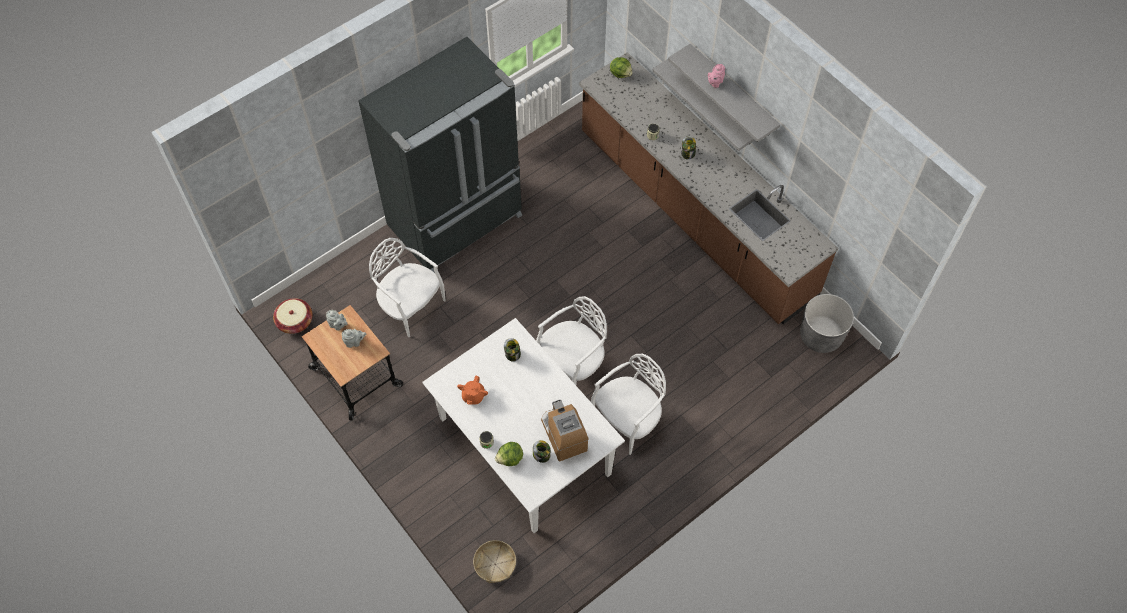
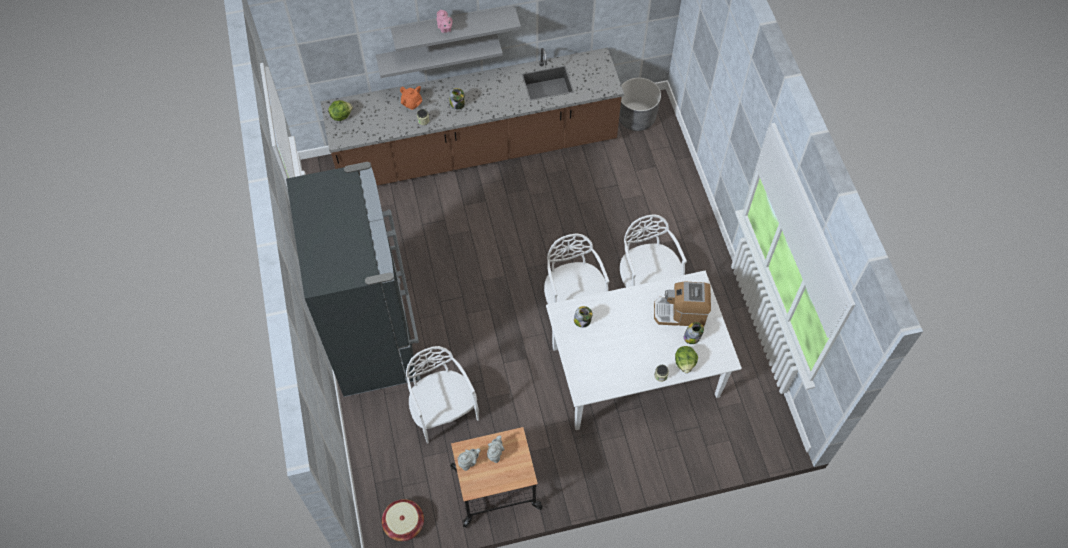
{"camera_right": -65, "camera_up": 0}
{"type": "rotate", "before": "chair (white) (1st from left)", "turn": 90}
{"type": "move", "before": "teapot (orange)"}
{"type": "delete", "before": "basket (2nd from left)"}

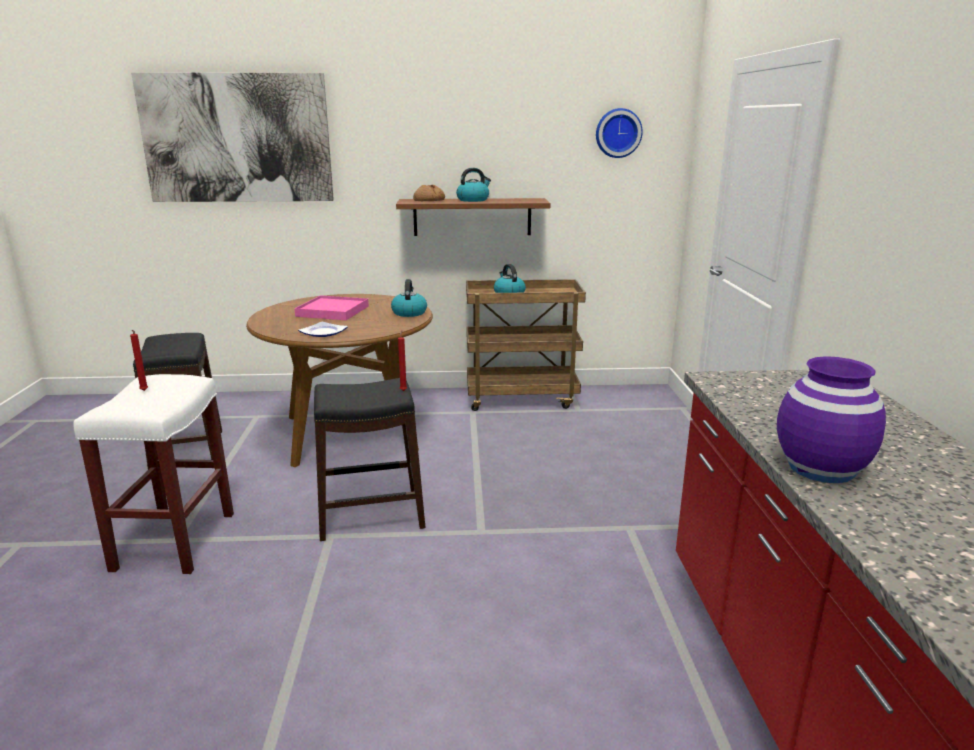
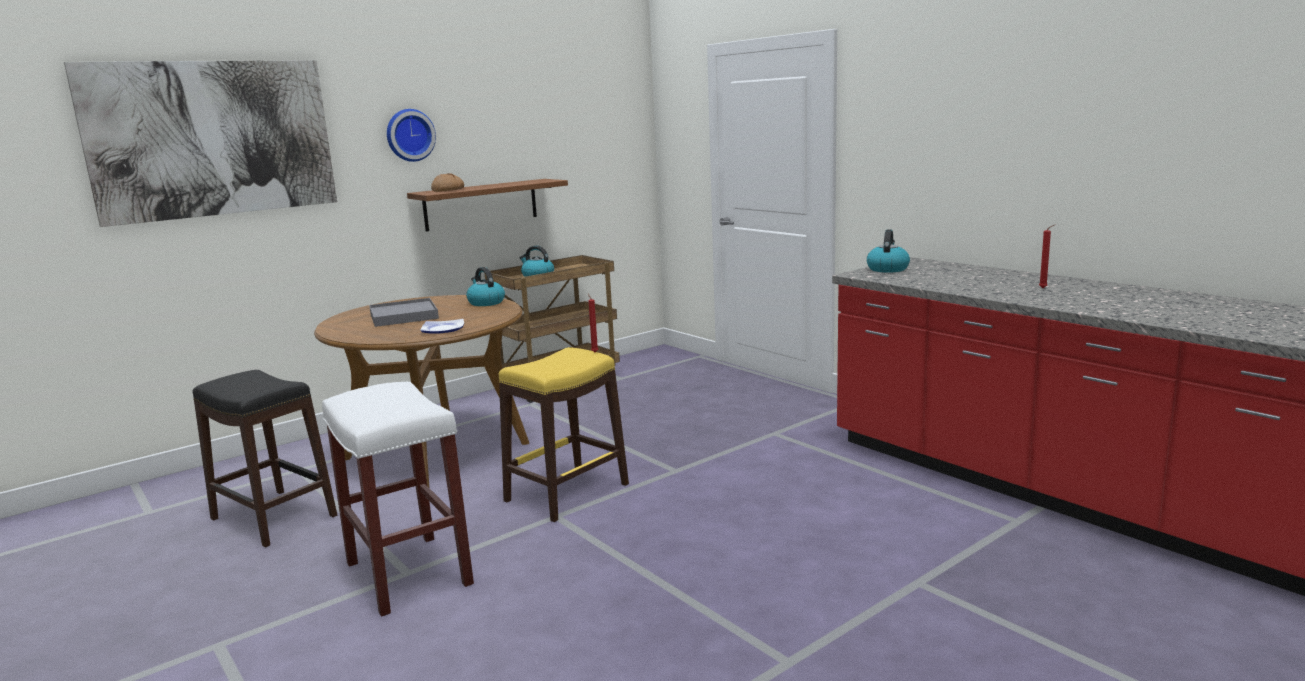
{"camera_right": -35, "camera_up": -5}
{"type": "move", "before": "wall clock"}
{"type": "move", "before": "kettle (2nd from left in the first image)", "after": "kettle (3rd from left)"}
{"type": "recolor", "before": "tray (pink)", "after": "tray (grey)"}
{"type": "move", "before": "candle (red) (1st from left in the first image)", "after": "candle (red) (2nd from left)"}
{"type": "delete", "before": "vase (purple)"}
{"type": "recolor", "before": "stool (black) (2nd from left)", "after": "stool (yellow)"}

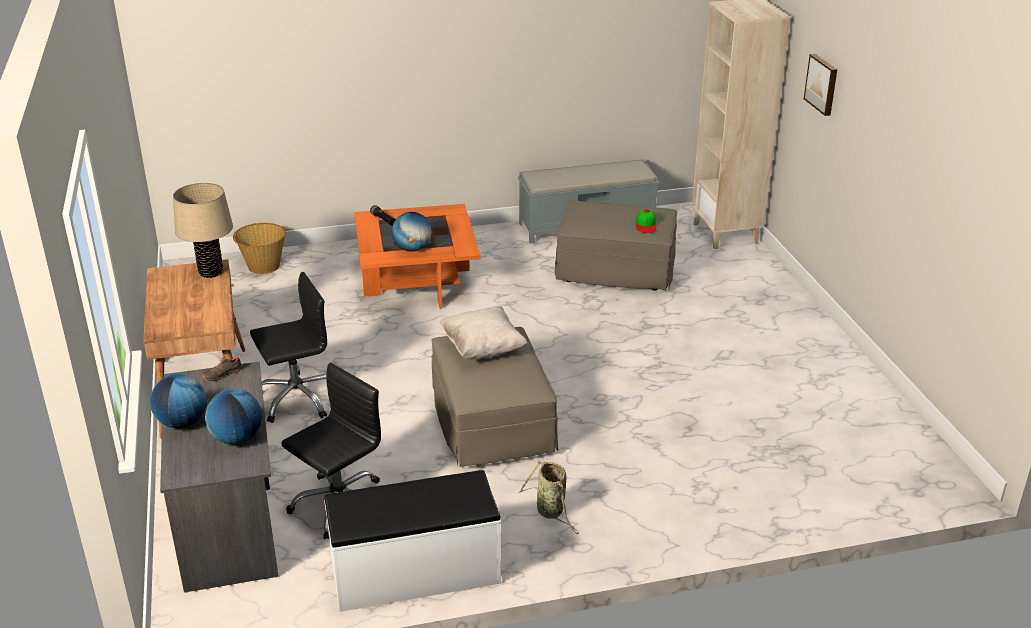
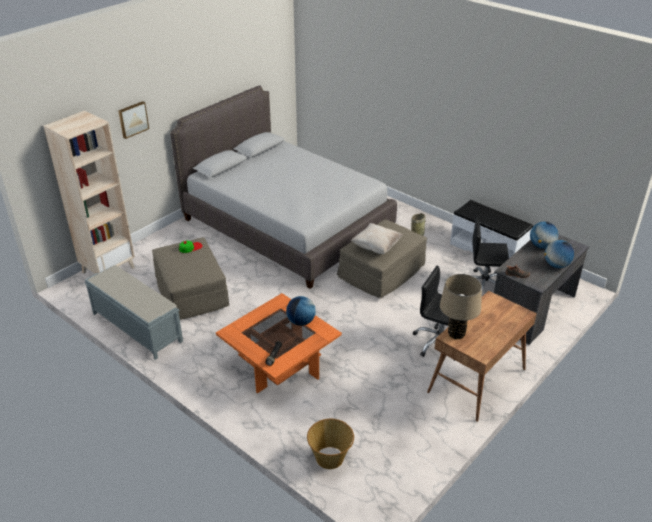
{"camera_right": -125, "camera_up": 5}
{"type": "insert", "after": "bed (grey)"}

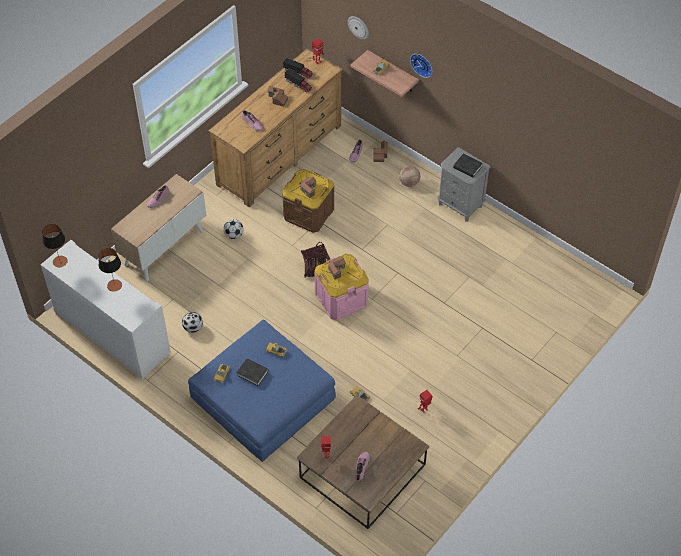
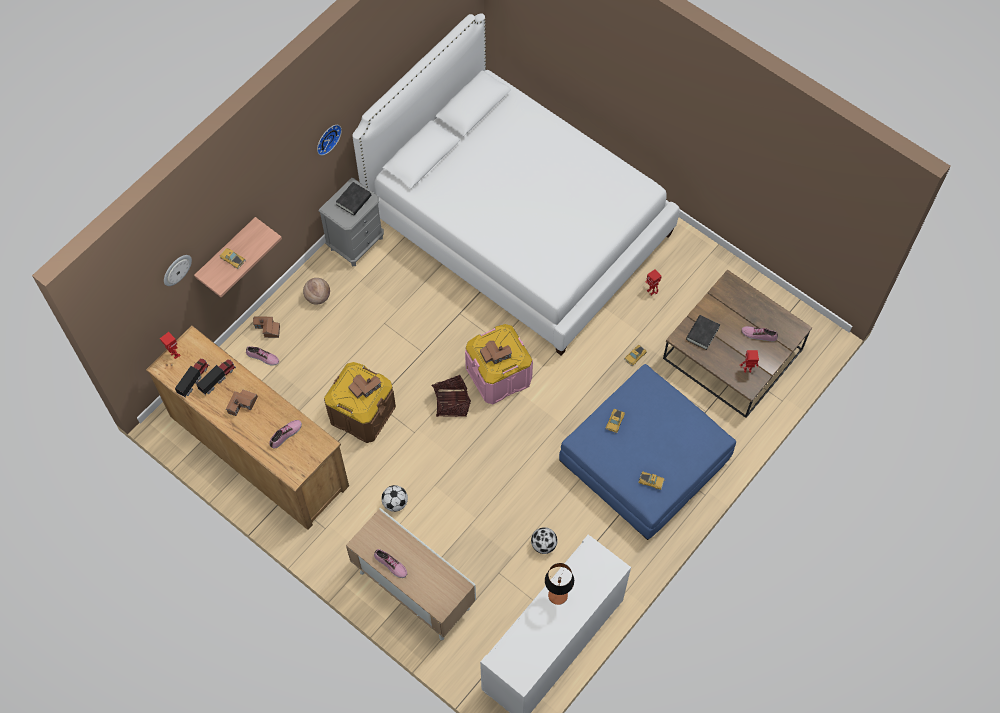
{"camera_right": -90, "camera_up": 10}
{"type": "move", "before": "wall clock (2nd from left)"}
{"type": "delete", "before": "table lamp (1st from left)"}
{"type": "move", "before": "book (black) (1st from left in the first image)", "after": "book (black) (2nd from left)"}
{"type": "insert", "after": "bed (white)"}

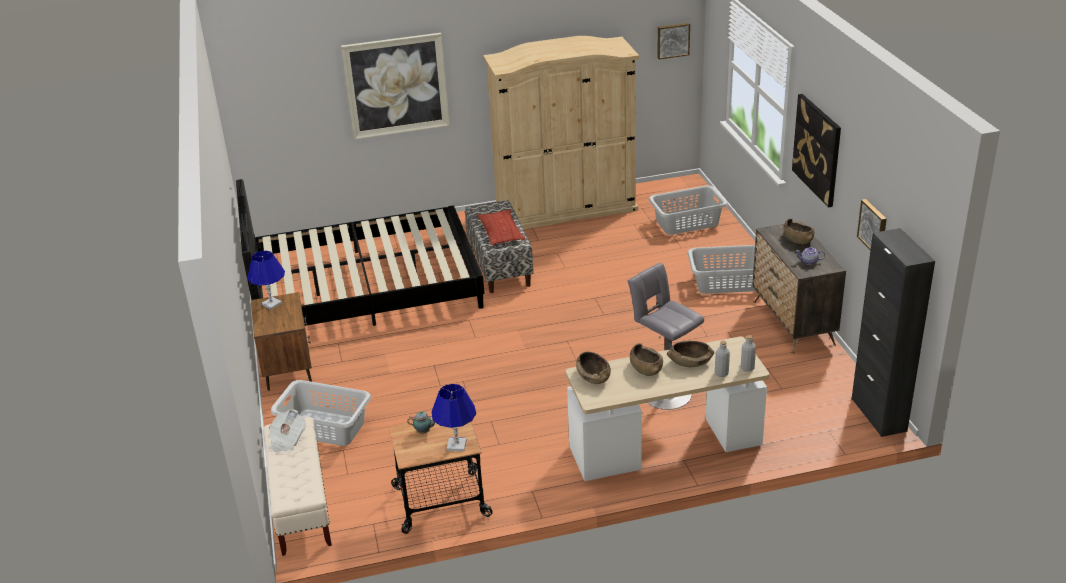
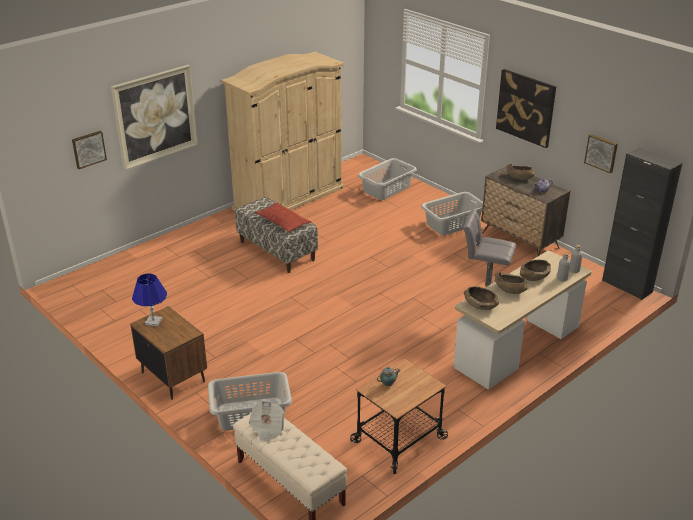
{"camera_right": -30, "camera_up": 0}
{"type": "move", "before": "picture (2nd from left in the first image)", "after": "picture (1st from left)"}
{"type": "delete", "before": "bed (black)"}
{"type": "delete", "before": "table lamp (blue) (2nd from left)"}

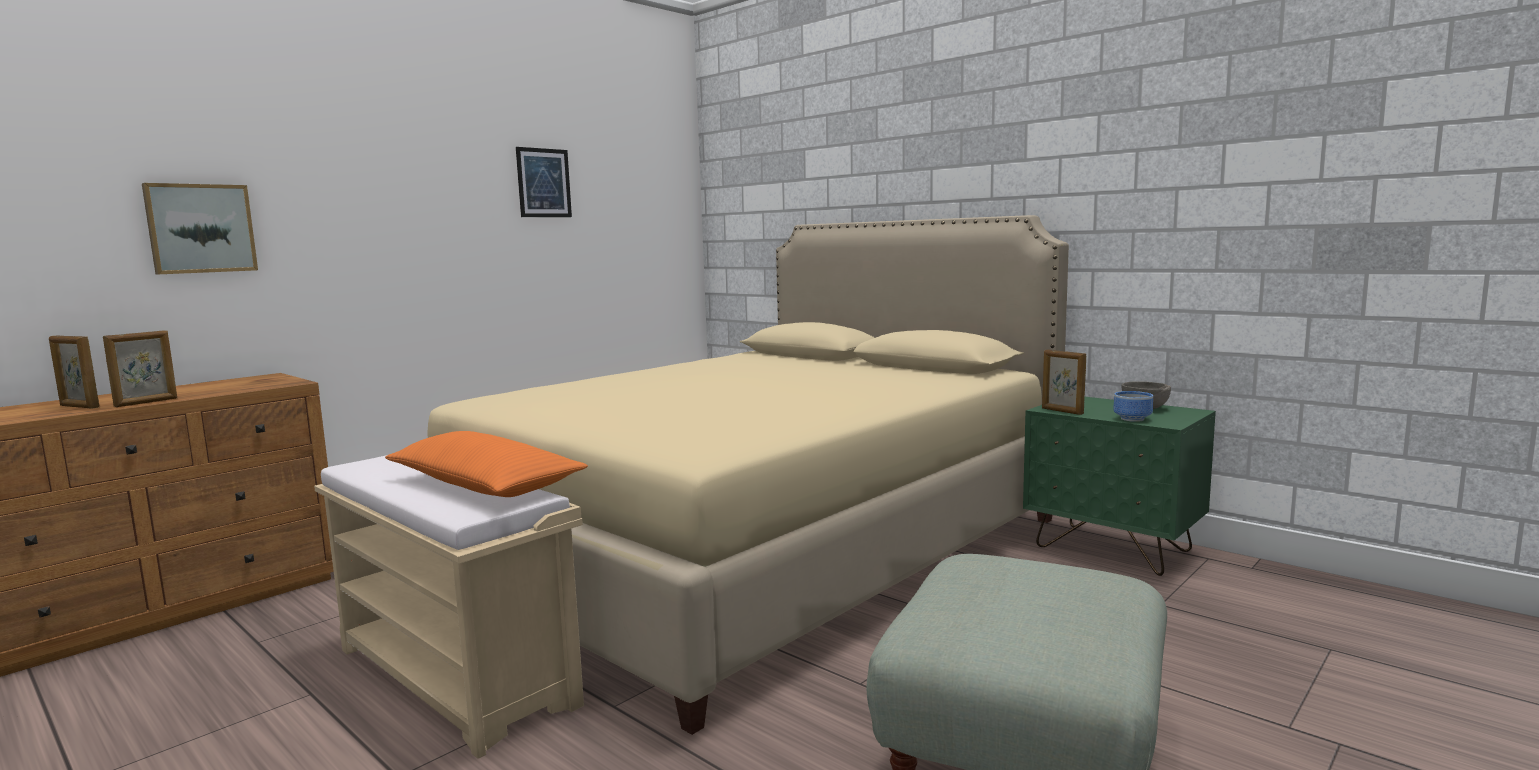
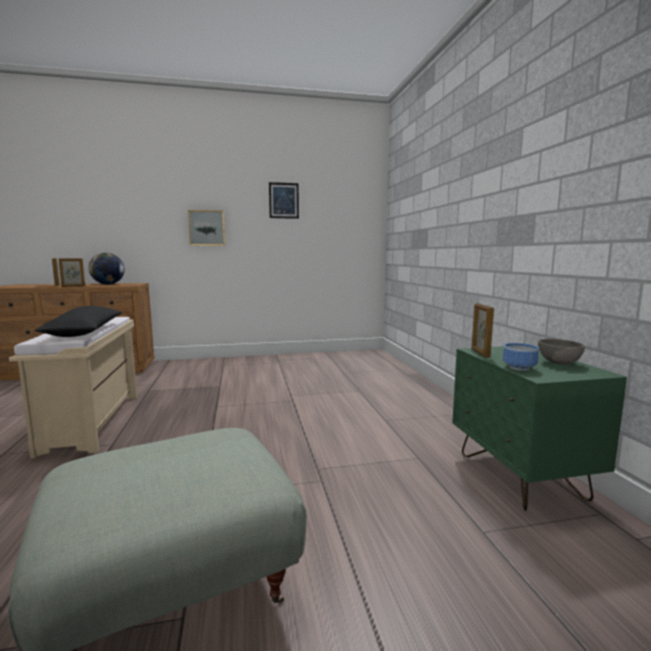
{"camera_right": 35, "camera_up": 0}
{"type": "move", "before": "picture (1st from left)"}
{"type": "delete", "before": "bed (beige)"}
{"type": "recolor", "before": "pillow (orange)", "after": "pillow (black)"}
{"type": "insert", "after": "globe"}

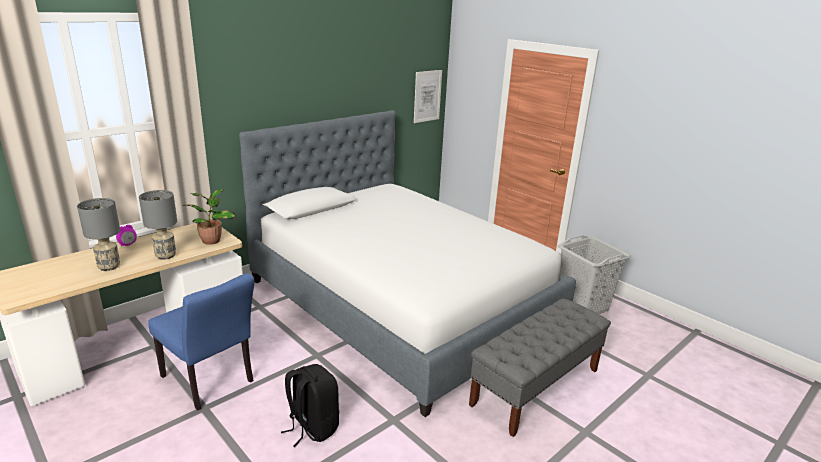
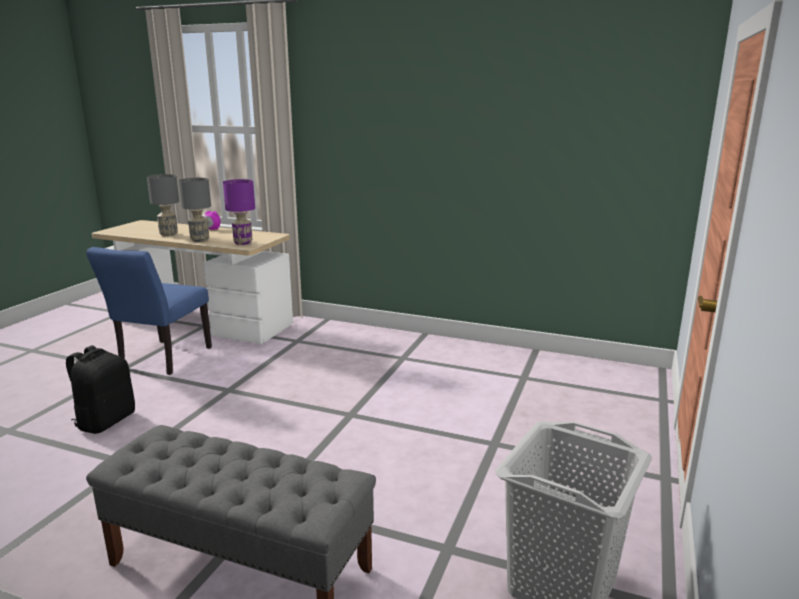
{"camera_right": 65, "camera_up": -5}
{"type": "delete", "before": "picture"}
{"type": "delete", "before": "bed"}
{"type": "replace", "before": "potted plant", "after": "table lamp (purple)"}

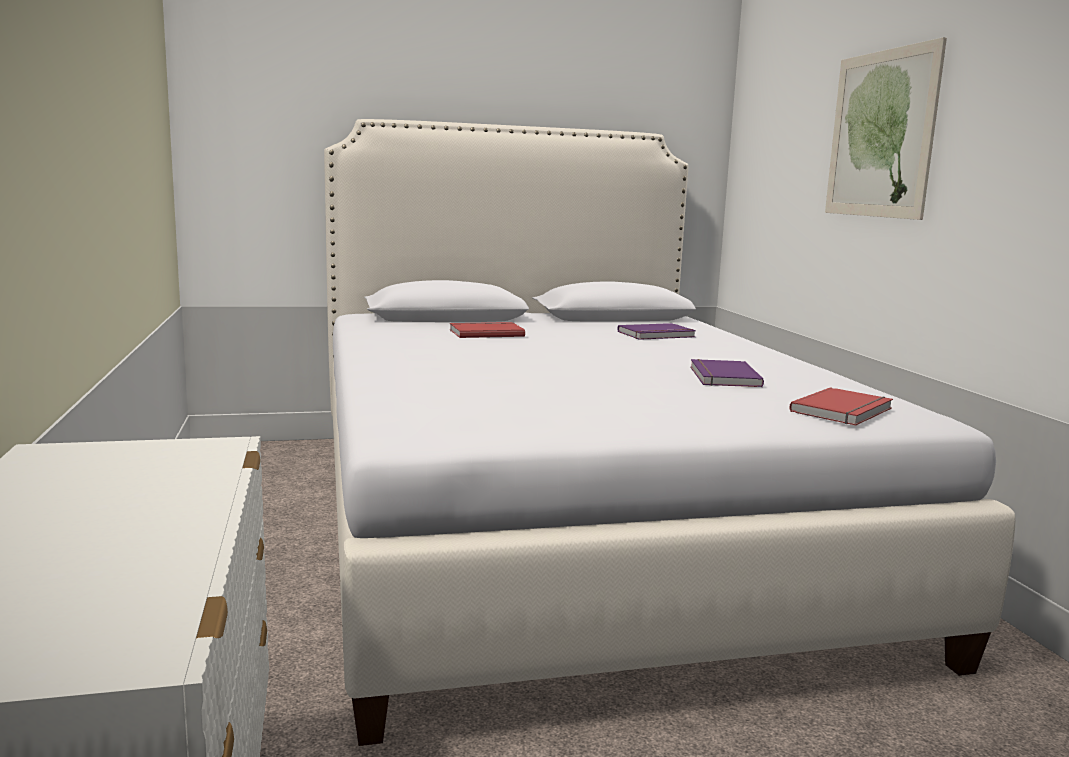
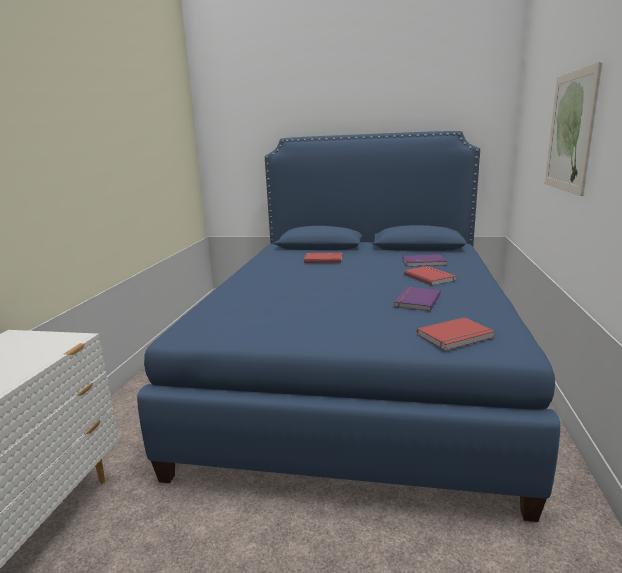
{"camera_right": 25, "camera_up": 5}
{"type": "recolor", "before": "bed (white)", "after": "bed (blue)"}
{"type": "insert", "after": "book (red) (2nd from left)"}

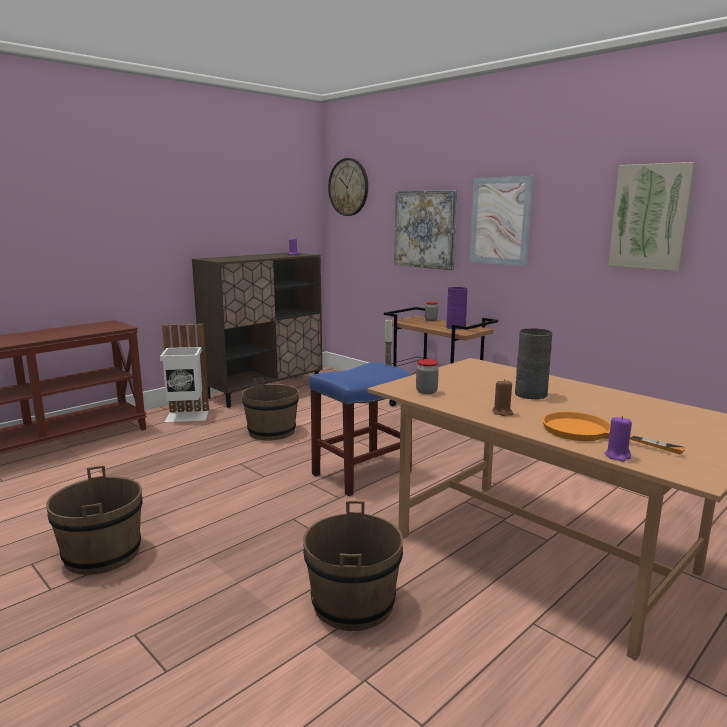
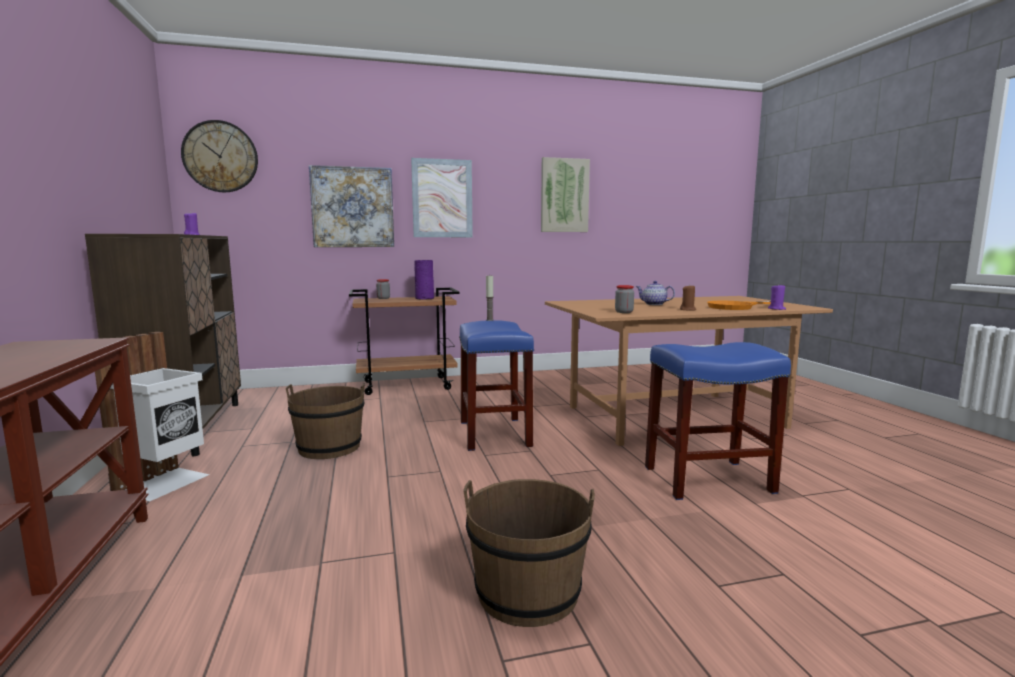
{"camera_right": -60, "camera_up": -5}
{"type": "replace", "before": "vase (grey)", "after": "teapot"}
{"type": "replace", "before": "bucket (brown) (3rd from left)", "after": "stool (blue) (2nd from left)"}

